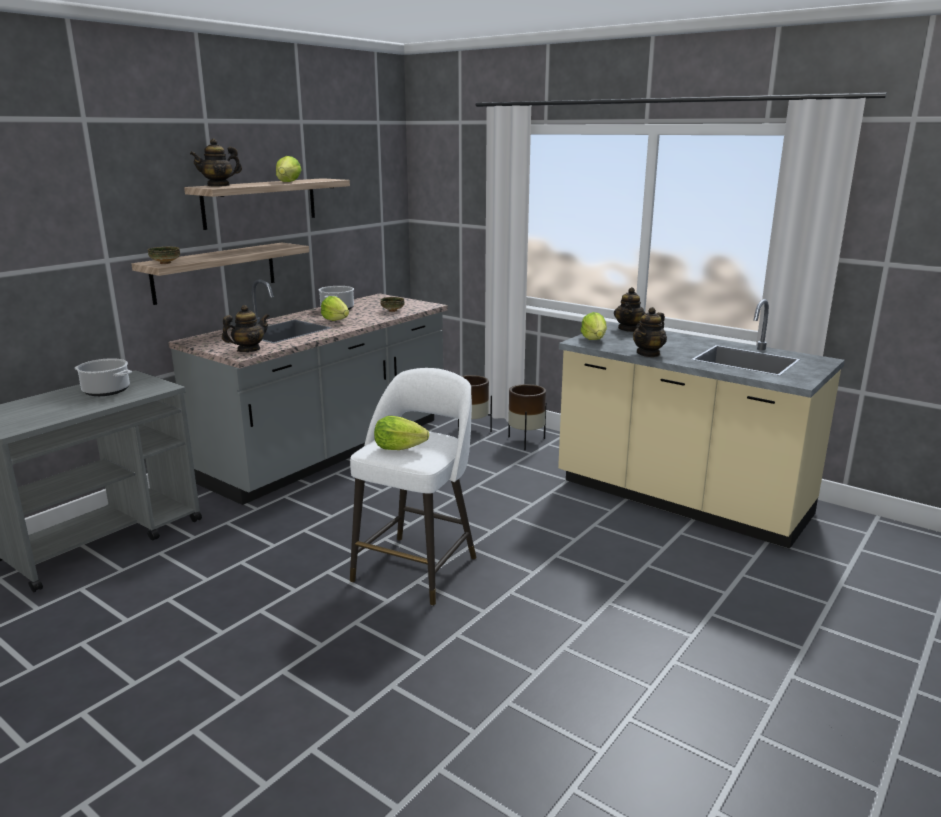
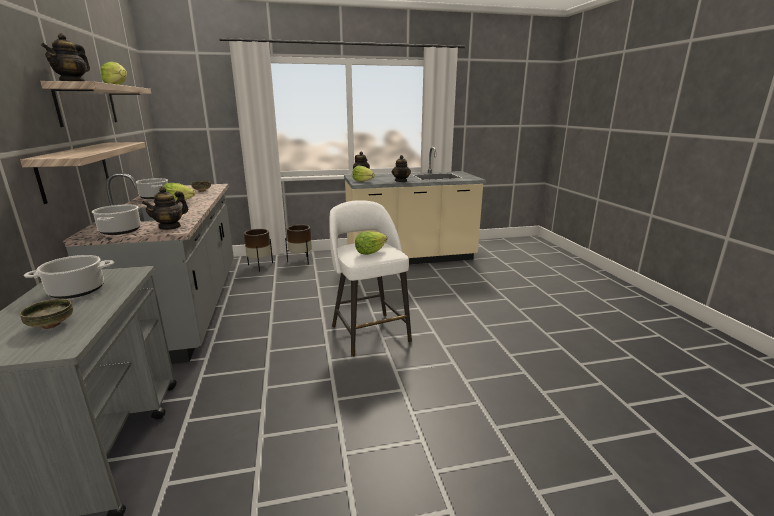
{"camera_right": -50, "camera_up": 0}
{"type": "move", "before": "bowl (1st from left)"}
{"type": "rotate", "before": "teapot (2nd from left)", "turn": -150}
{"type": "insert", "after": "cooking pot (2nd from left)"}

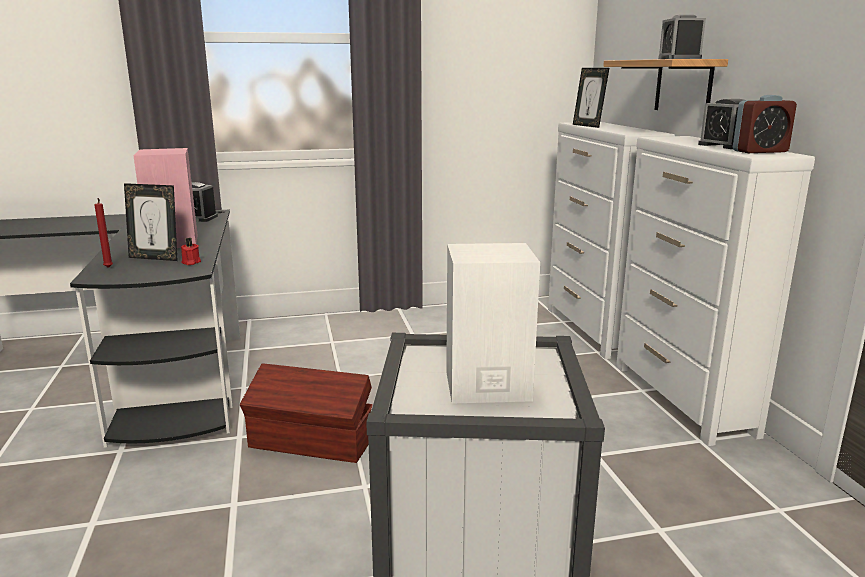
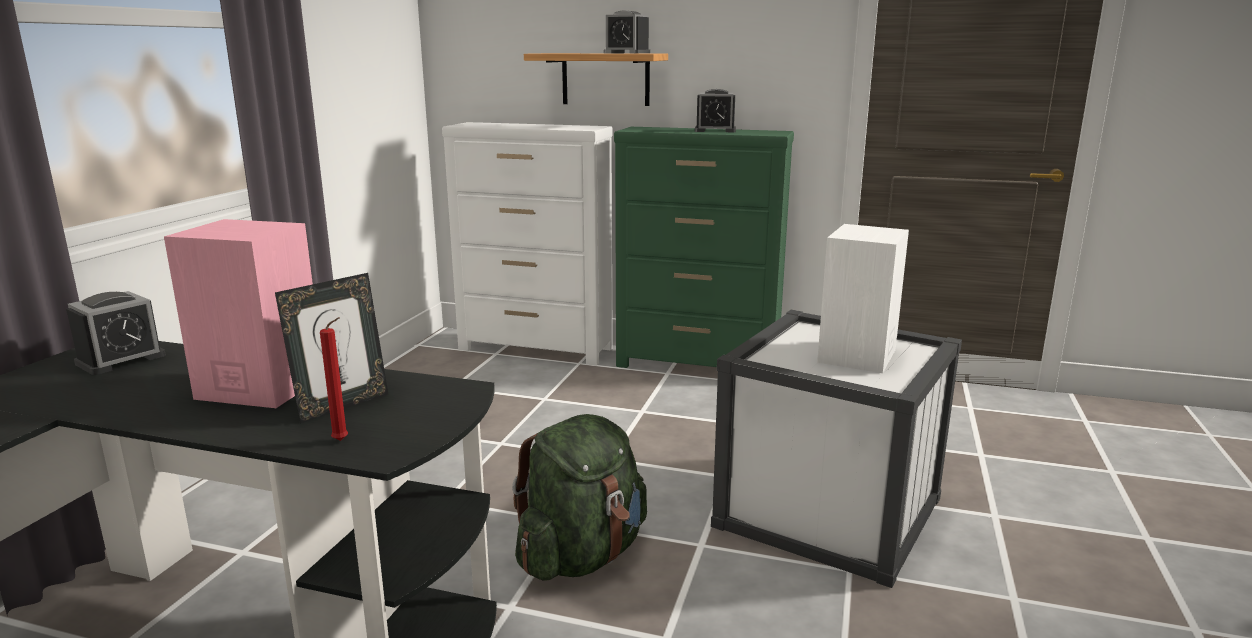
{"camera_right": -60, "camera_up": 0}
{"type": "delete", "before": "picture frame (2nd from left)"}
{"type": "delete", "before": "alarm clock (4th from left)"}
{"type": "recolor", "before": "dresser (white) (2nd from left)", "after": "dresser (green)"}
{"type": "delete", "before": "candle (red) (2nd from left)"}
{"type": "replace", "before": "storage box (brown)", "after": "backpack (green)"}

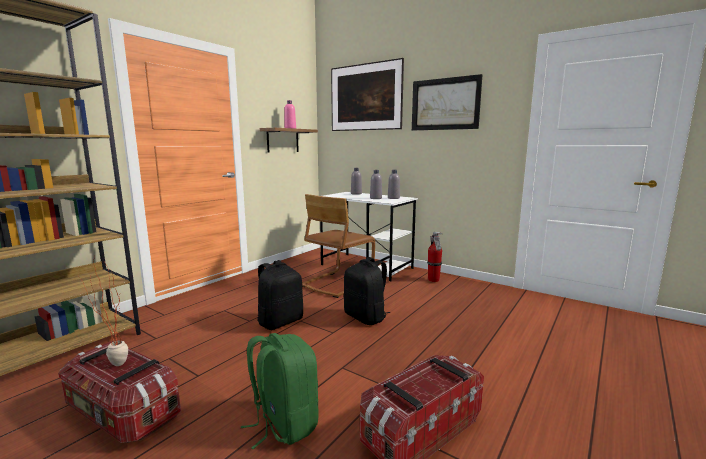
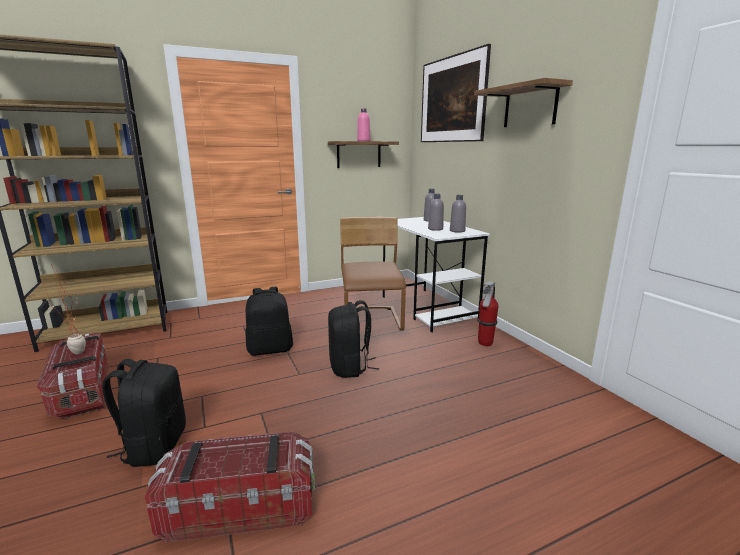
{"camera_right": 30, "camera_up": 5}
{"type": "replace", "before": "picture (2nd from left)", "after": "shelf (2nd from left)"}
{"type": "rotate", "before": "chair (brown)", "turn": 105}
{"type": "recolor", "before": "backpack (green)", "after": "backpack (black) (1st from left)"}

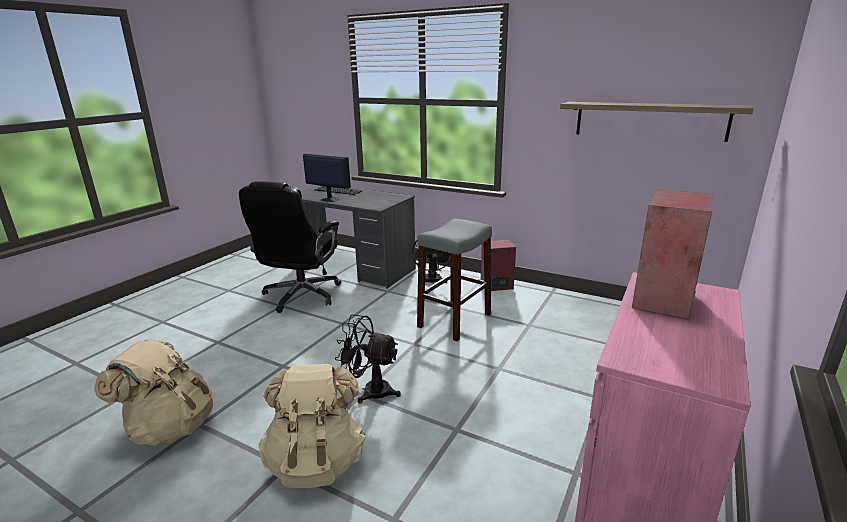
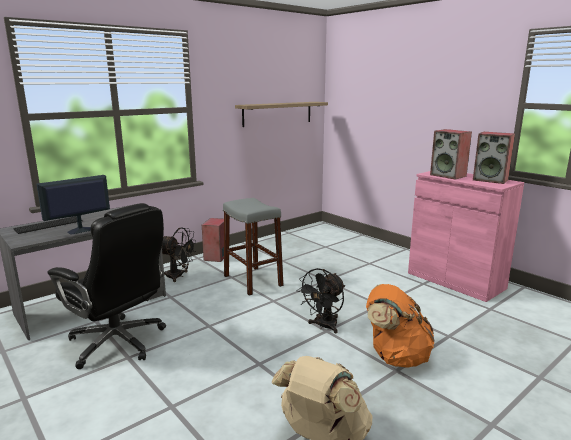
{"camera_right": -70, "camera_up": -5}
{"type": "recolor", "before": "backpack (beige) (2nd from left)", "after": "backpack (orange)"}
{"type": "insert", "after": "speaker (3rd from left)"}

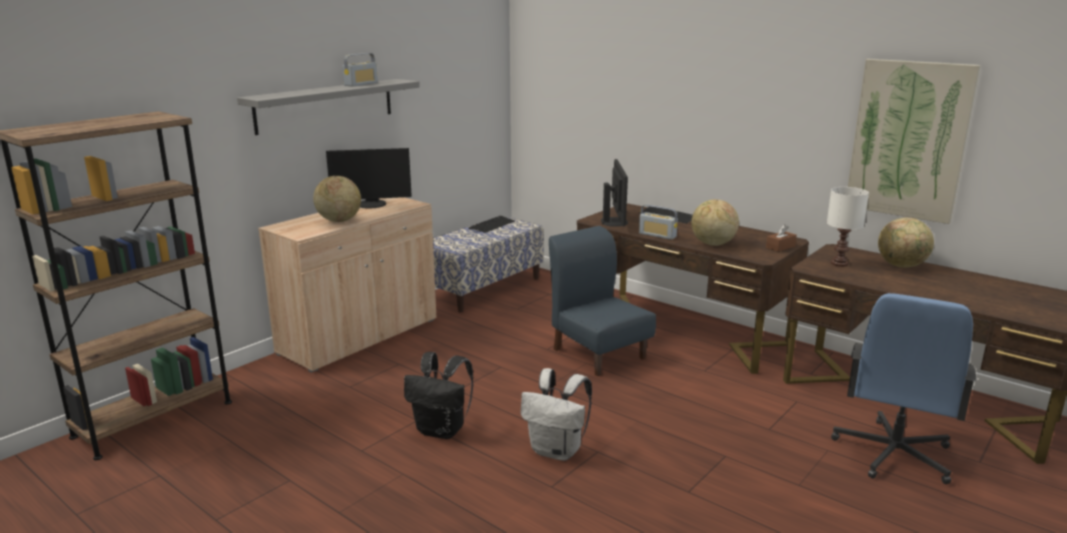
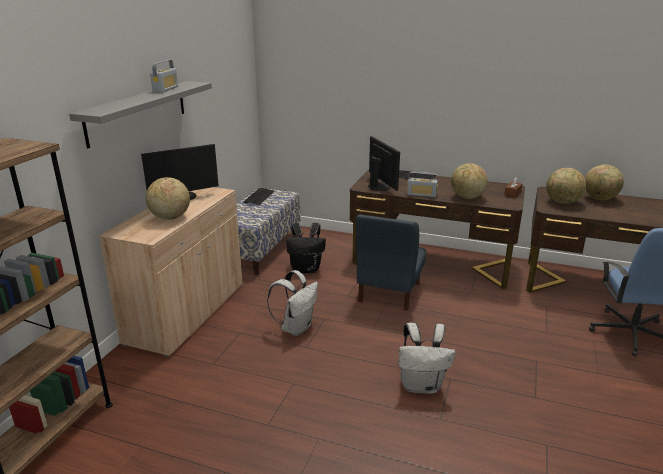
{"camera_right": -20, "camera_up": 5}
{"type": "delete", "before": "picture"}
{"type": "replace", "before": "table lamp (white)", "after": "globe (3rd from left)"}
{"type": "rotate", "before": "chair (blue)", "turn": -105}
{"type": "move", "before": "backpack (black)"}
{"type": "insert", "after": "backpack (white) (1st from left)"}

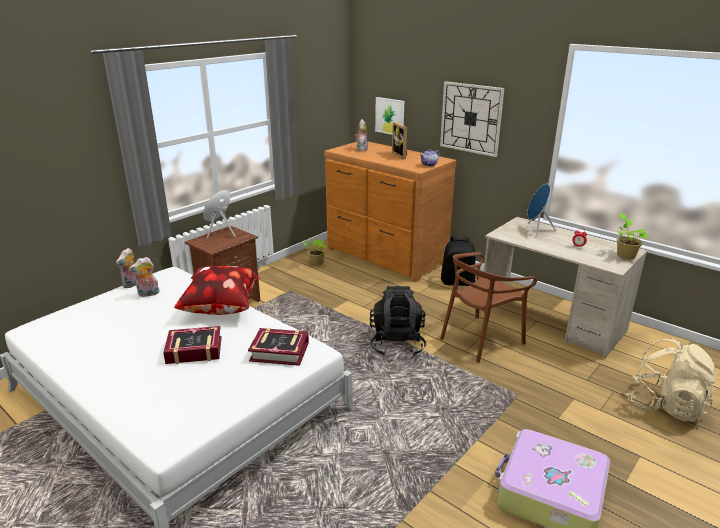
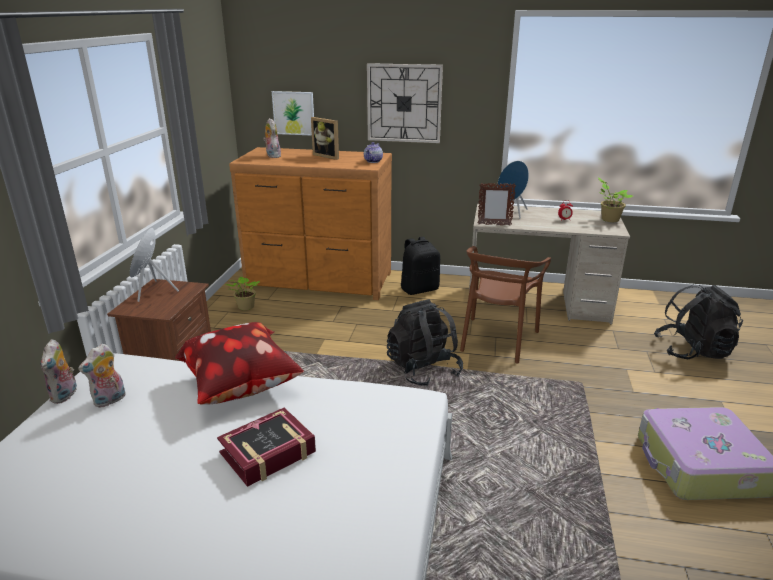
{"camera_right": -30, "camera_up": 0}
{"type": "delete", "before": "book (2nd from left)"}
{"type": "recolor", "before": "backpack (beige)", "after": "backpack (black) (3rd from left)"}
{"type": "insert", "after": "picture frame (2nd from left)"}

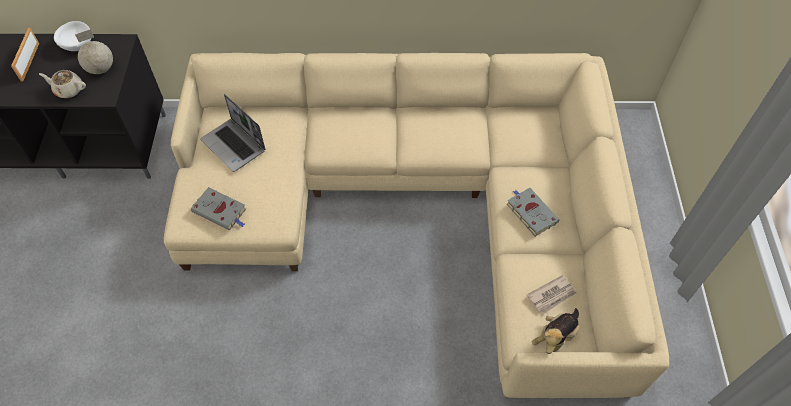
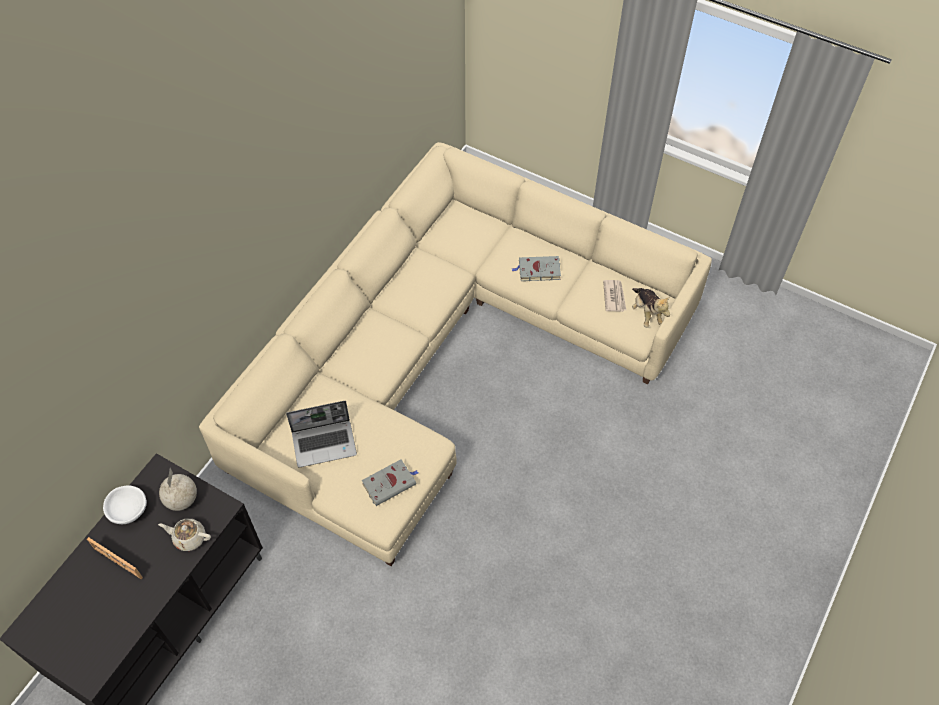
{"camera_right": -60, "camera_up": 0}
{"type": "rotate", "before": "teapot (beige)", "turn": 60}

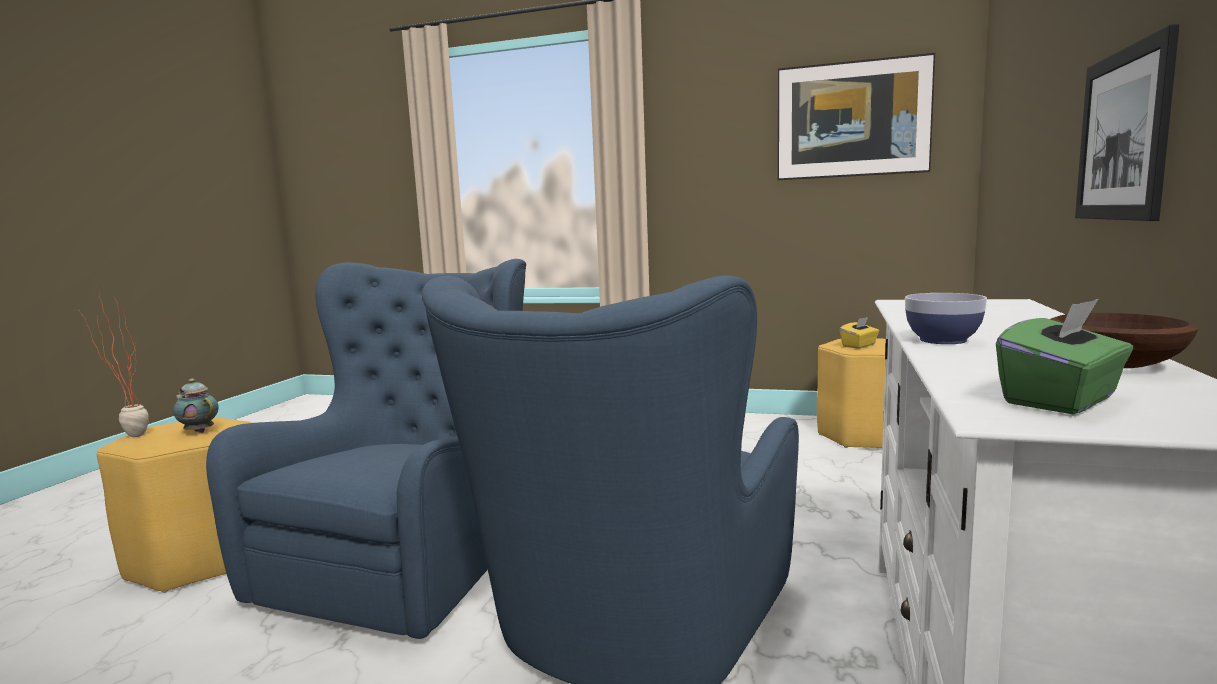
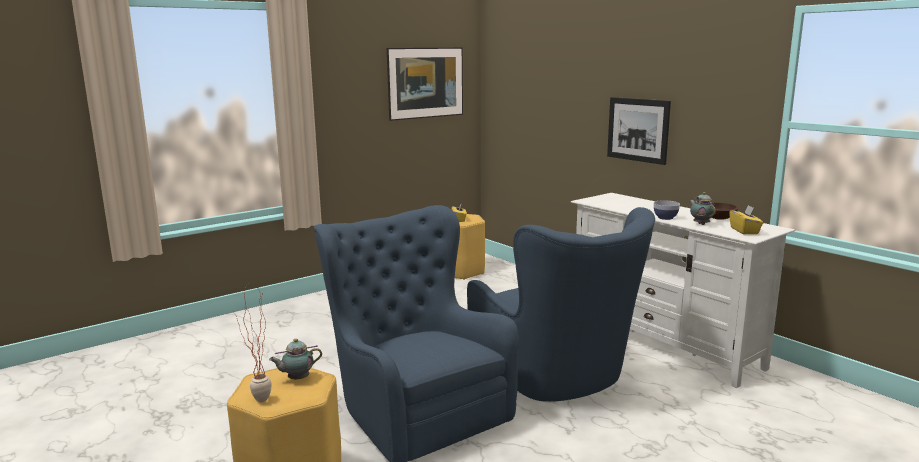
{"camera_right": -55, "camera_up": 5}
{"type": "recolor", "before": "tissue box (green)", "after": "tissue box (yellow) (2nd from left)"}
{"type": "insert", "after": "teapot (2nd from left)"}

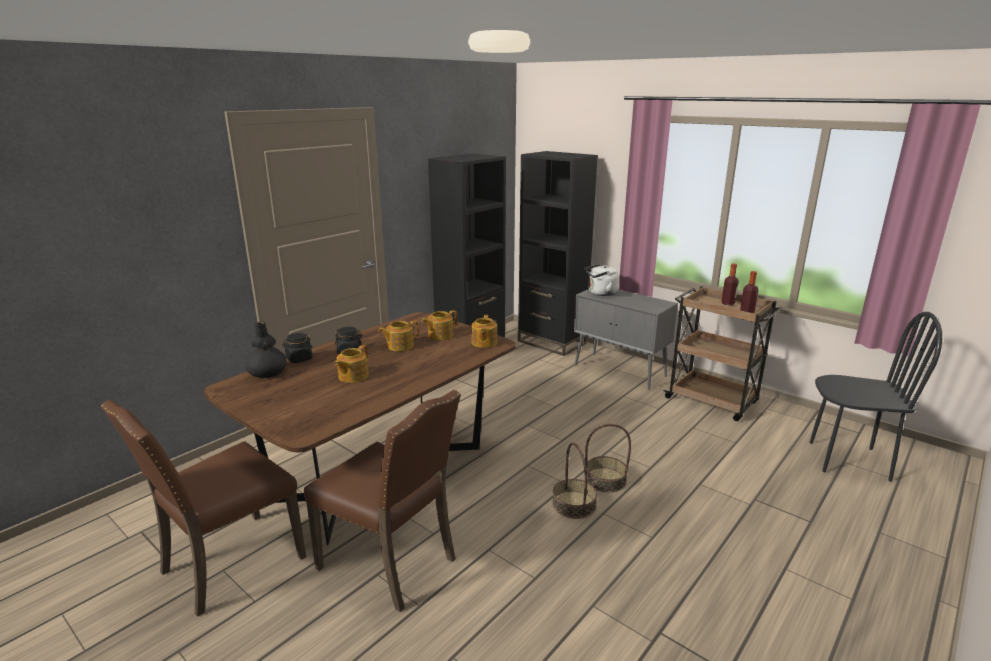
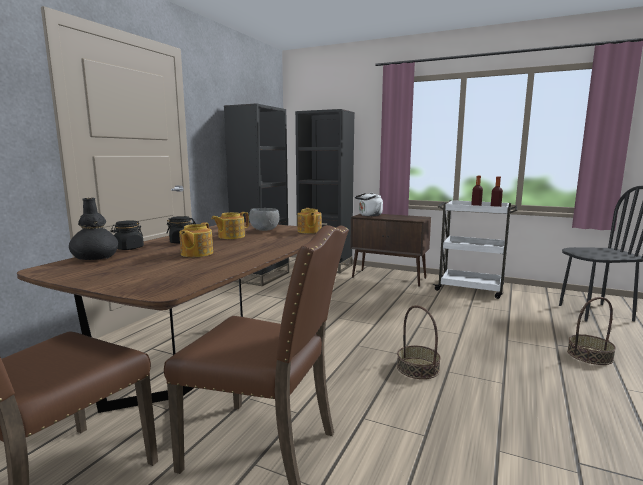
{"camera_right": -15, "camera_up": -10}
{"type": "recolor", "before": "cart (brown)", "after": "cart (white)"}
{"type": "recolor", "before": "cabinet (grey)", "after": "cabinet (brown)"}
{"type": "replace", "before": "teapot (3rd from left)", "after": "bowl (grey)"}
{"type": "move", "before": "basket (2nd from left)"}

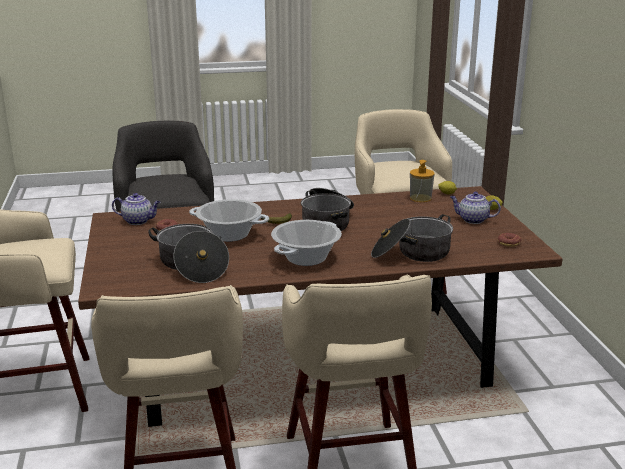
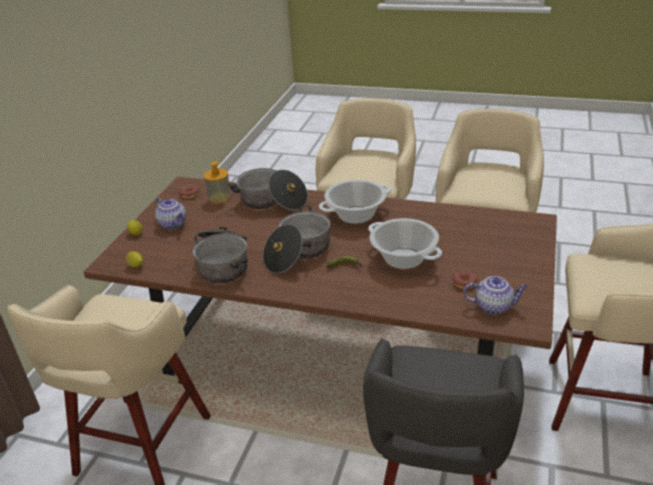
{"camera_right": -150, "camera_up": 10}
{"type": "move", "before": "soap dispenser"}
{"type": "rotate", "before": "teapot (1st from left in the first image)", "turn": 150}
{"type": "move", "before": "cooking pot (1st from left)"}

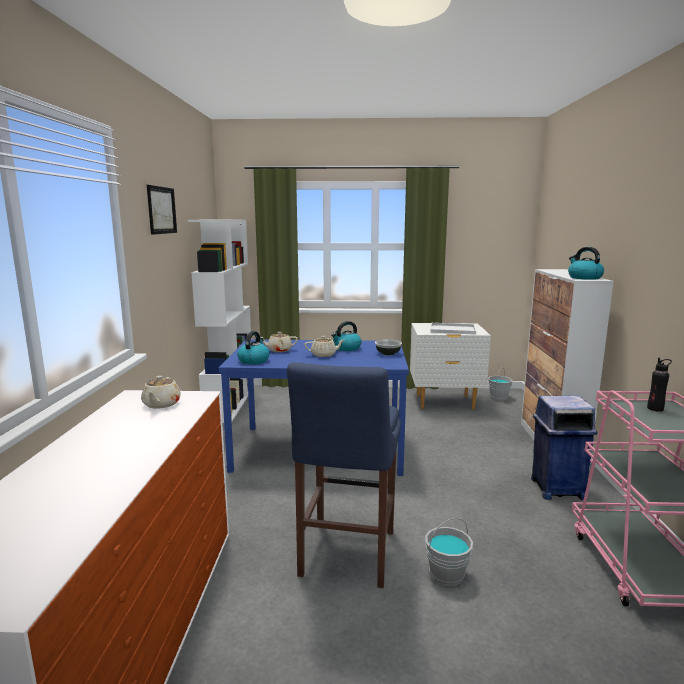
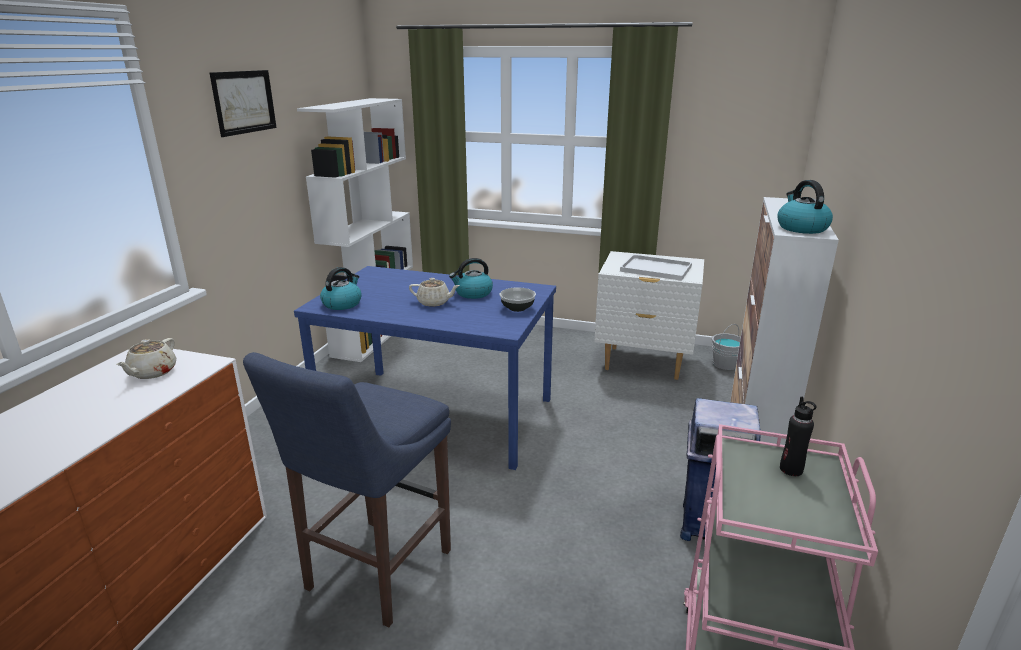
{"camera_right": 15, "camera_up": 10}
{"type": "delete", "before": "teapot (beige) (2nd from left)"}
{"type": "delete", "before": "bucket (grey) (1st from left)"}

